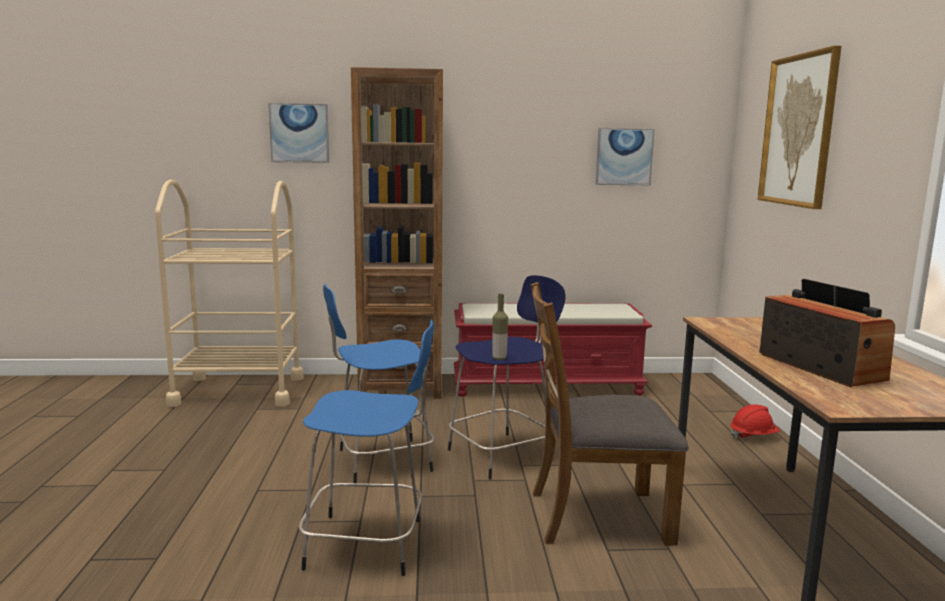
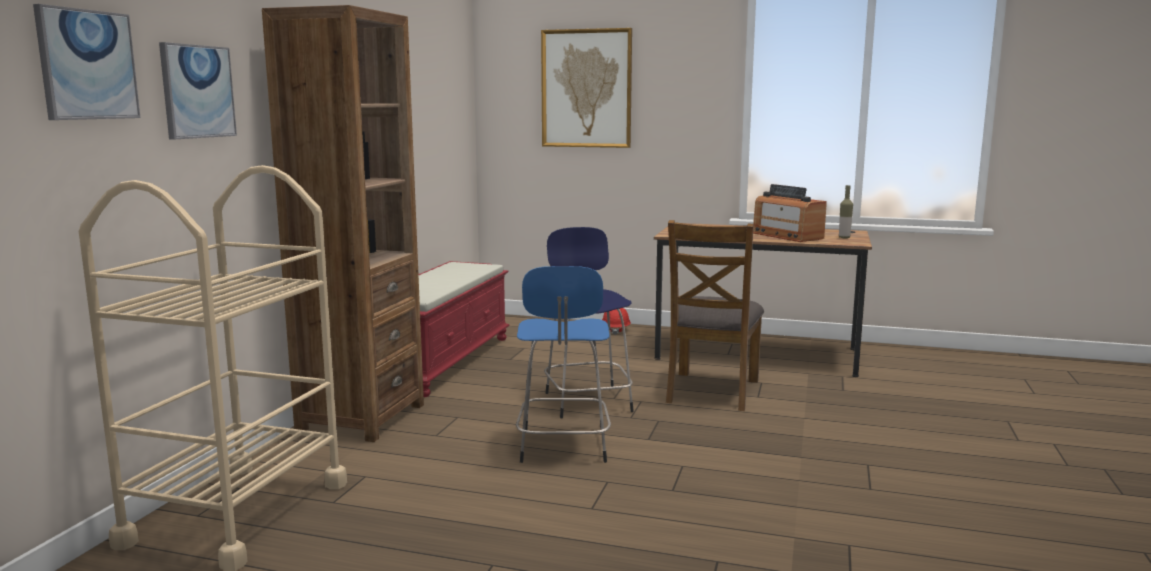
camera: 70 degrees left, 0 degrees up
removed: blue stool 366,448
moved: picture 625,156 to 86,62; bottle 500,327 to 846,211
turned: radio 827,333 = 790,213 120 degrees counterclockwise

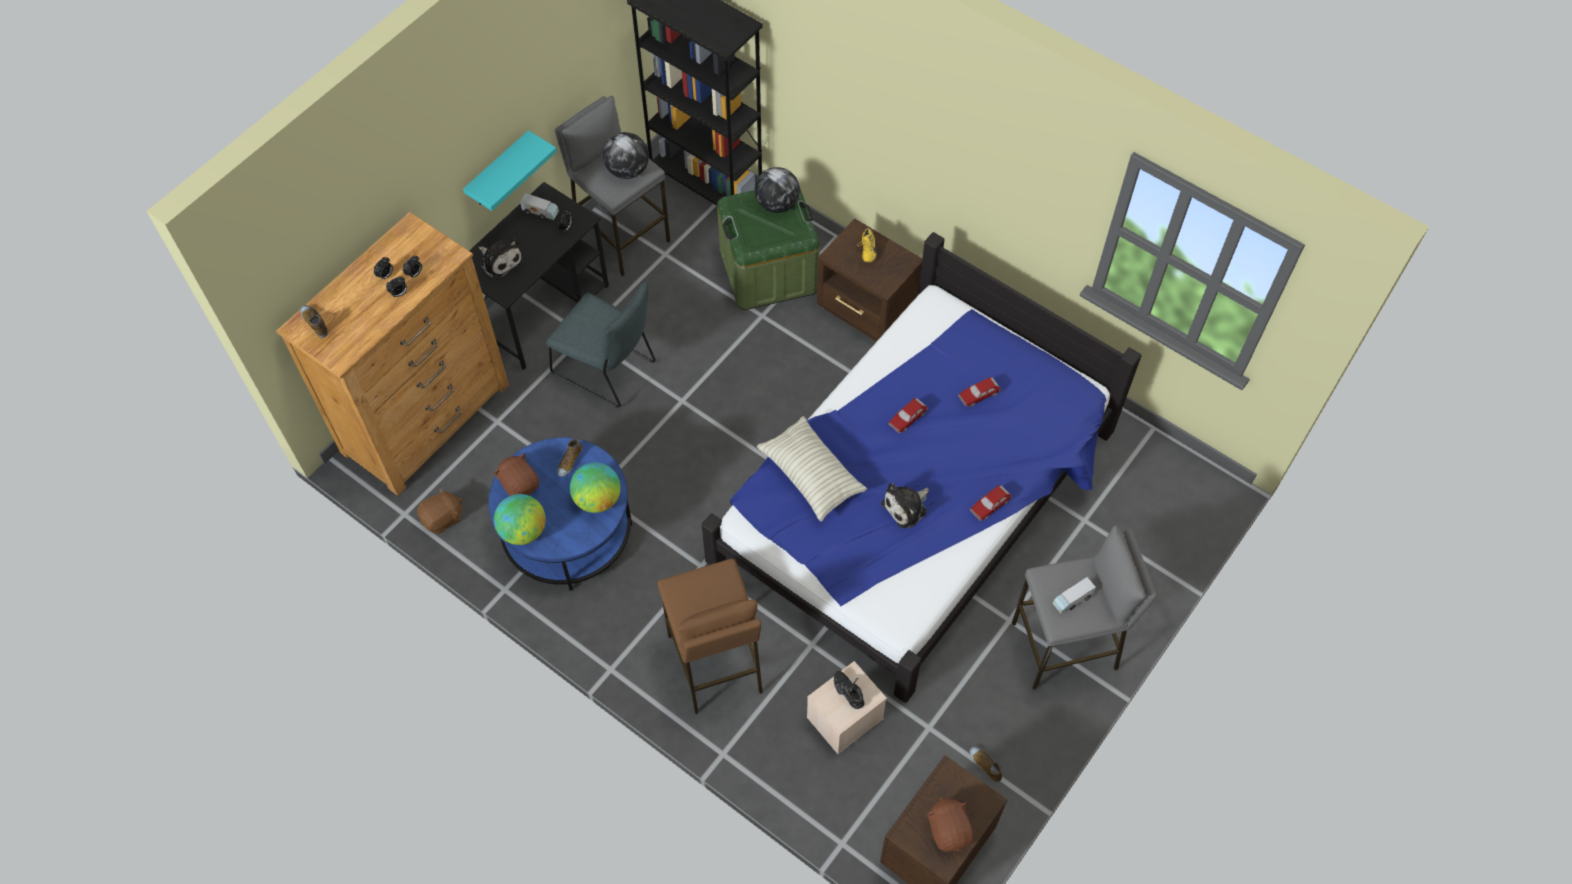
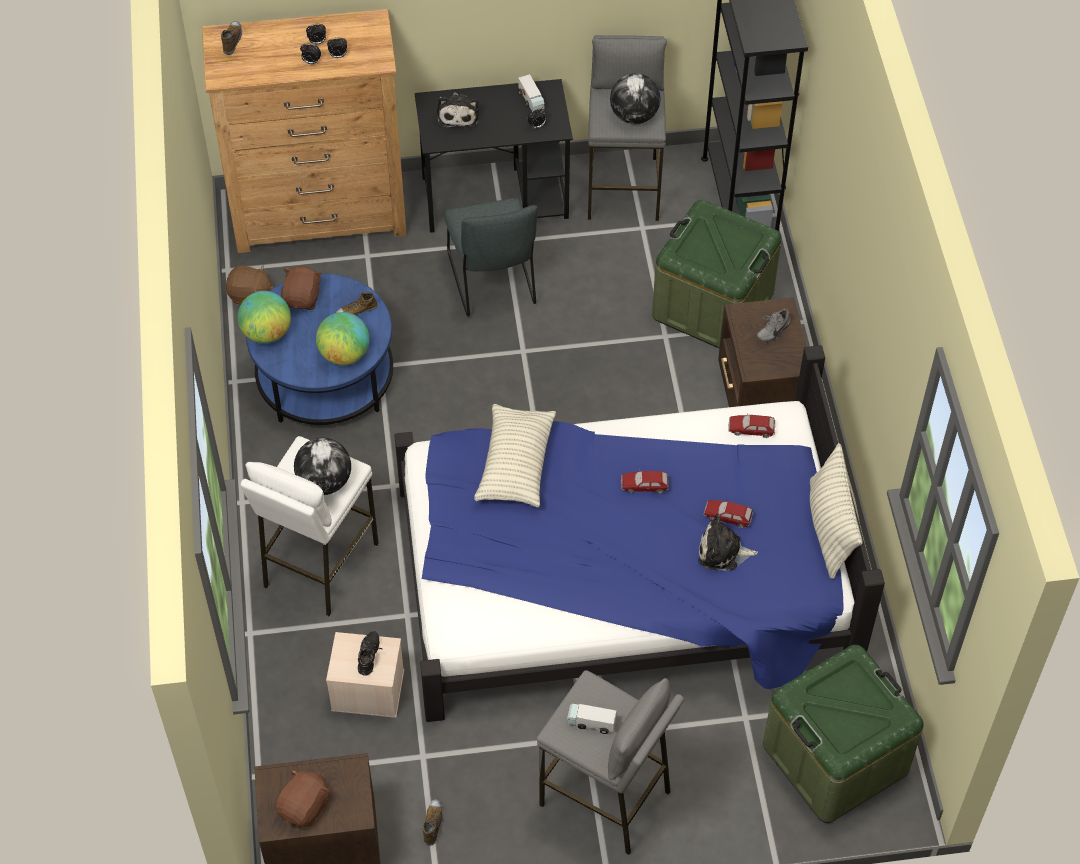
camera: 45 degrees right, 5 degrees down
removed: turquoise shelf 510,170
added: green storage box 843,734; pillow 836,511
moved: globe 777,190 to 322,466; plush toy 905,505 to 728,542; toy car 991,503 to 752,425
recoloured: brown stool 710,636 to white stool 310,526; yellow shoe 867,245 to grey shoe 774,325

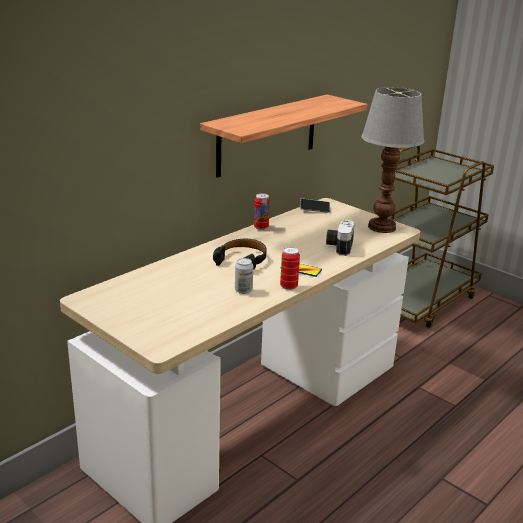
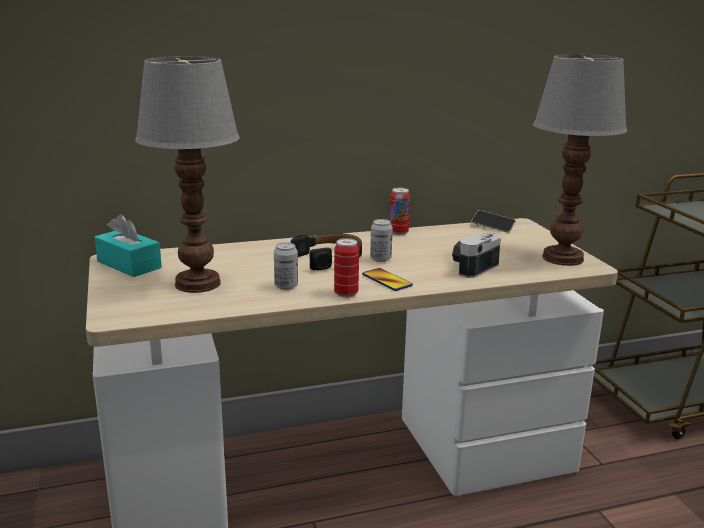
camera: 30 degrees right, 5 degrees down
removed: shelf 284,136
added: turquoise tissue box 128,245; table lamp 187,174; can 381,240

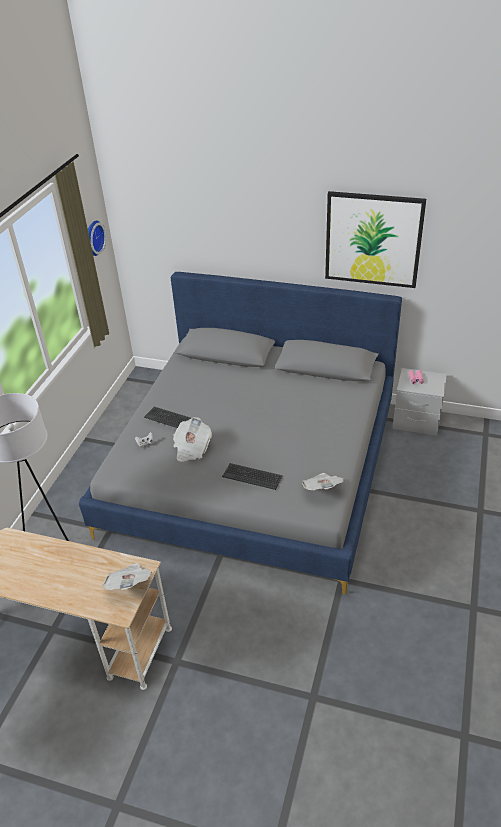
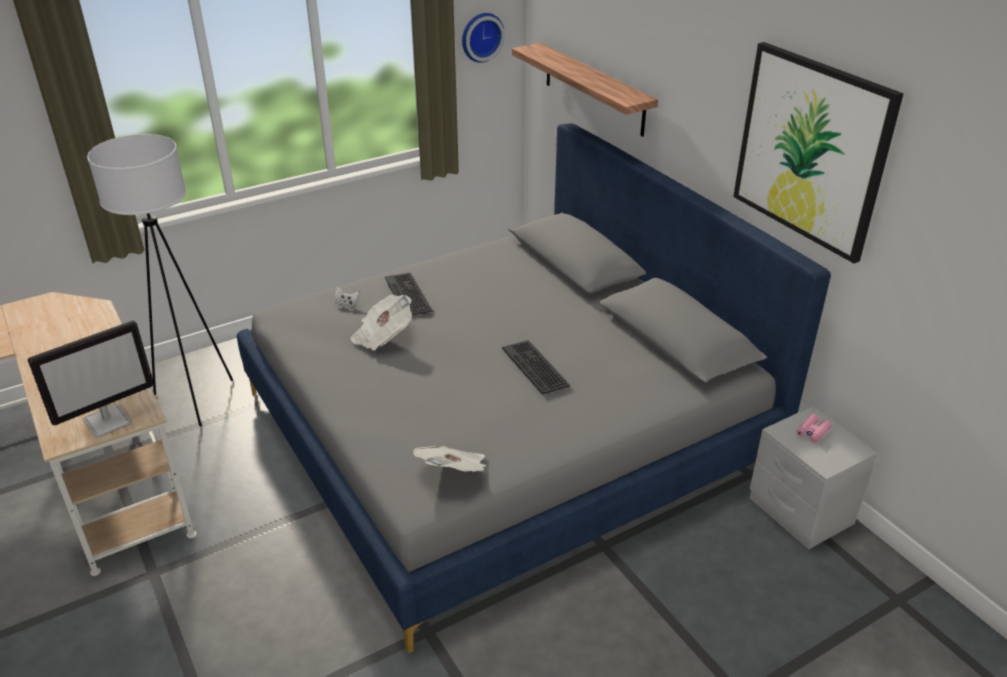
camera: 40 degrees right, 5 degrees down
added: shelf 585,90
moved: keyboard 252,476 to 536,367
replaced: newspaper 127,576 to monitor 91,378

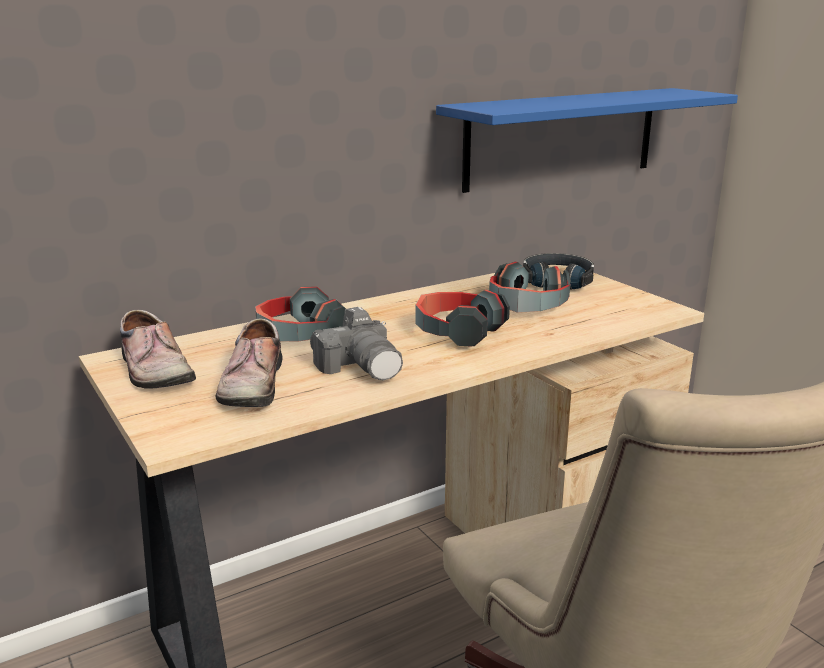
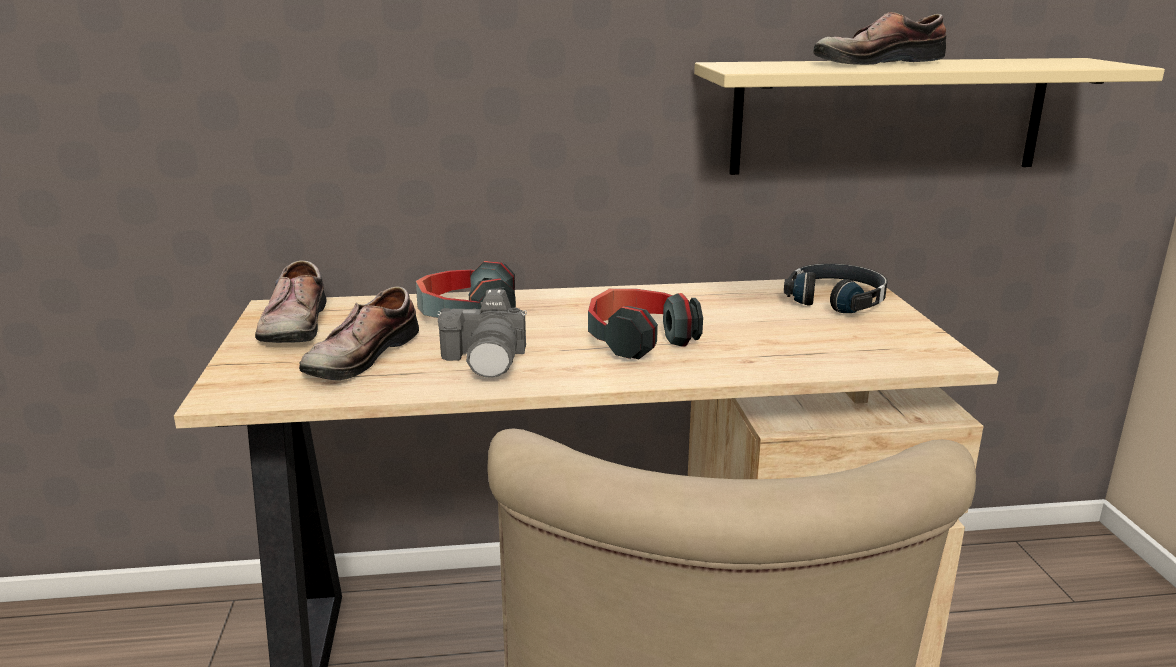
camera: 25 degrees right, 0 degrees up
removed: headphones 529,287
added: shoe 879,38
recoloured: blue shelf 587,140 to beige shelf 929,116

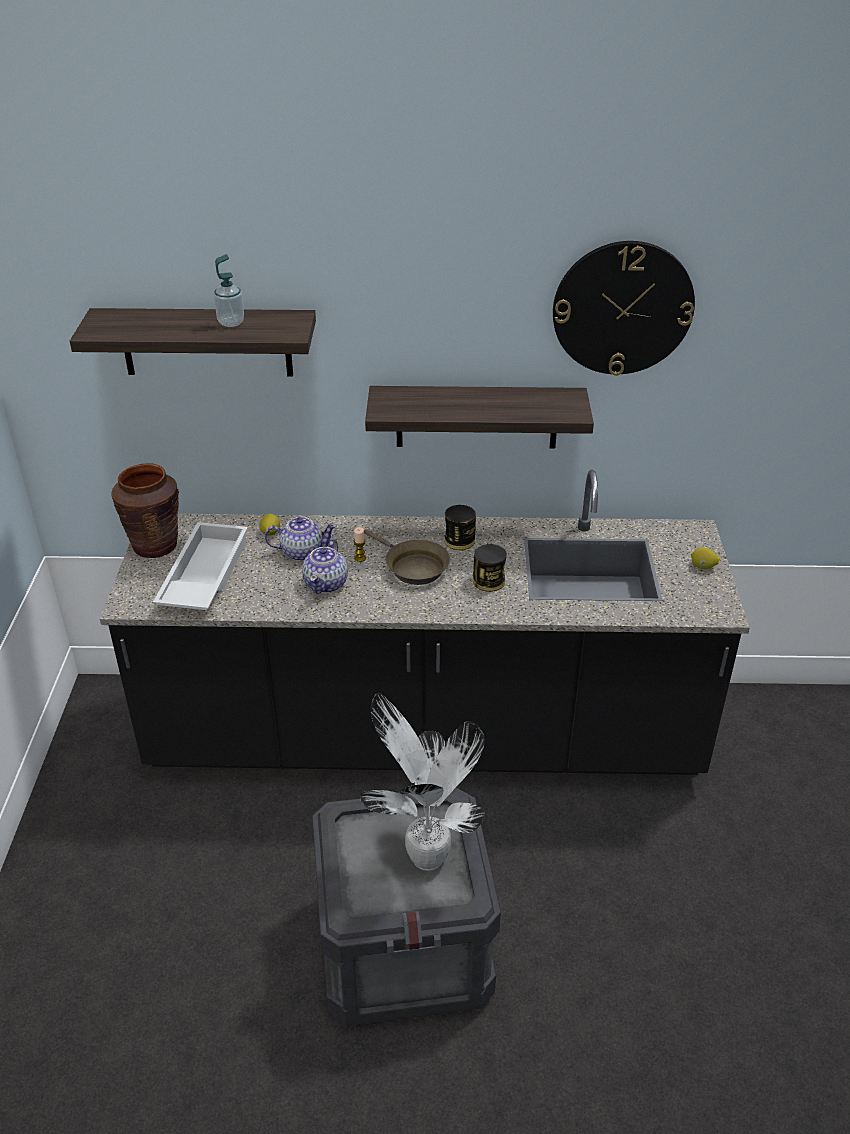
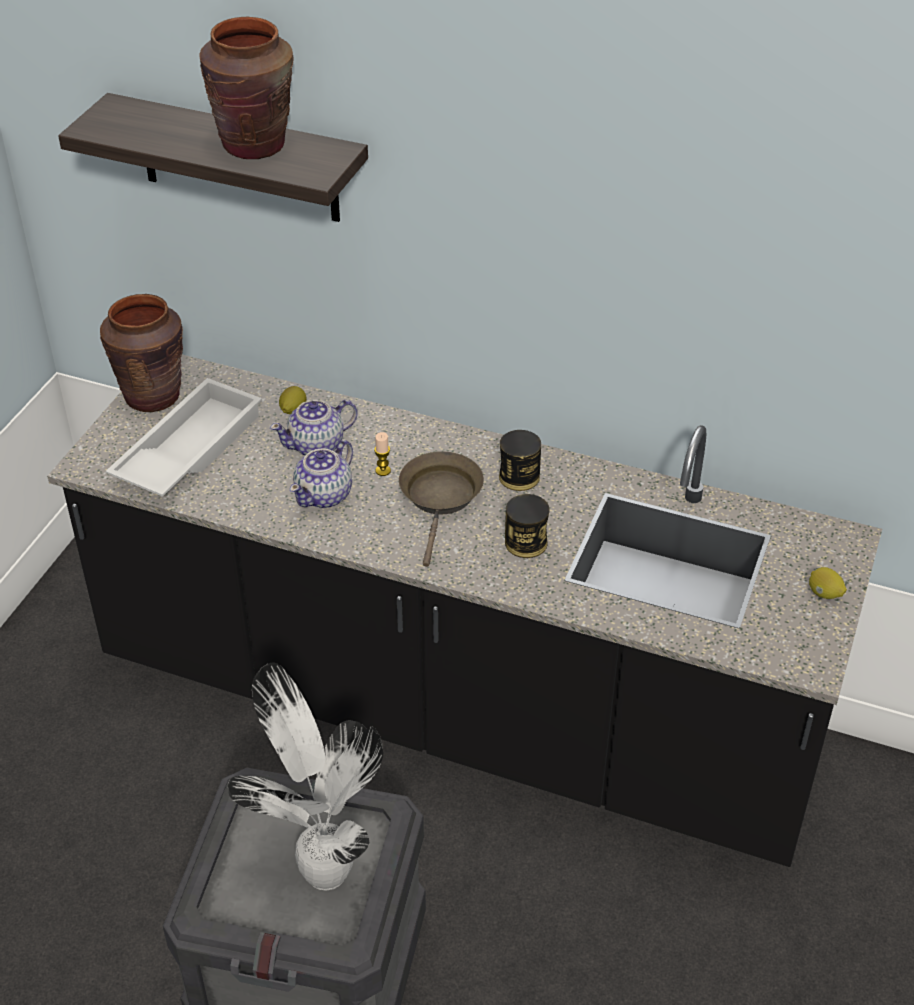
camera: 20 degrees right, 5 degrees up
removed: shelf 479,417; wall clock 624,308
replaced: soap dispenser 229,290 to brown vase 246,88
turned: teapot 300,539 = 314,428 135 degrees clockwise; brown frying pan 407,557 = 441,509 150 degrees counterclockwise

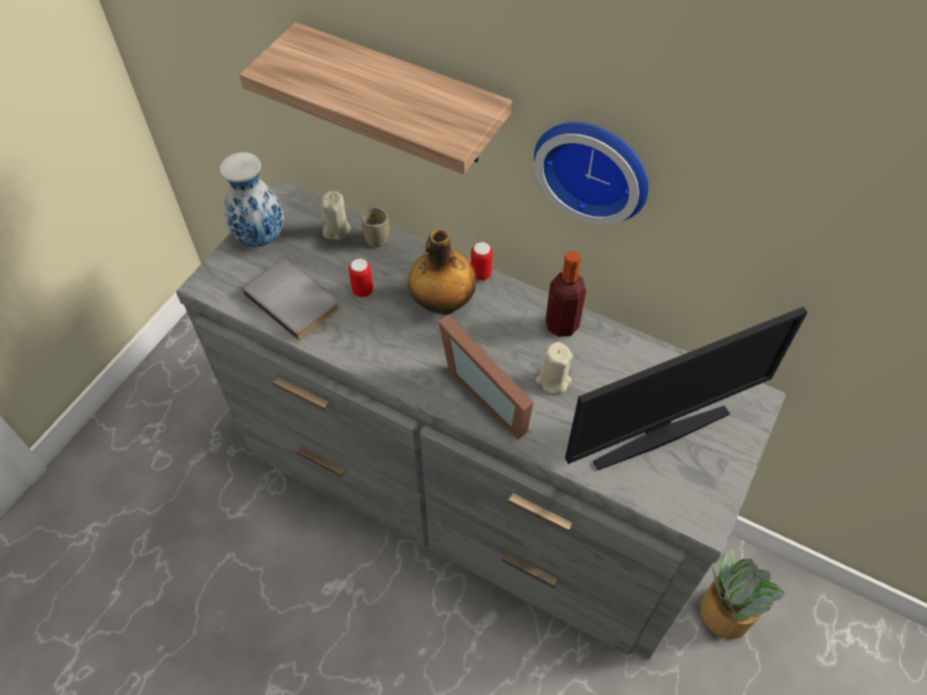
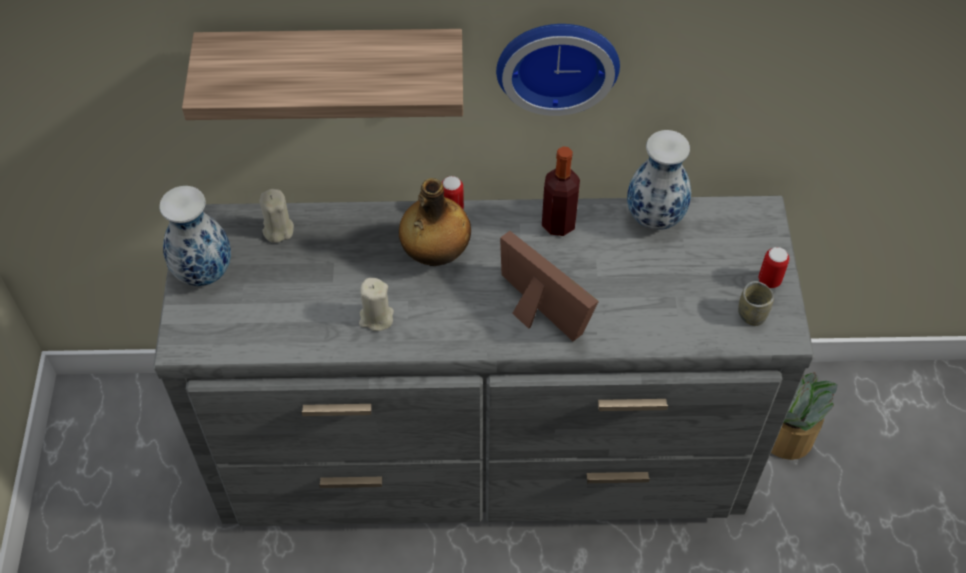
camera: 30 degrees left, 0 degrees up
removed: grey book 291,300; monitor 686,388
added: vase 659,180
moved: beige candle 554,368 to 376,304; cup 376,227 to 756,303; can 361,277 to 773,267
turned: picture frame 486,377 = 549,286 150 degrees counterclockwise

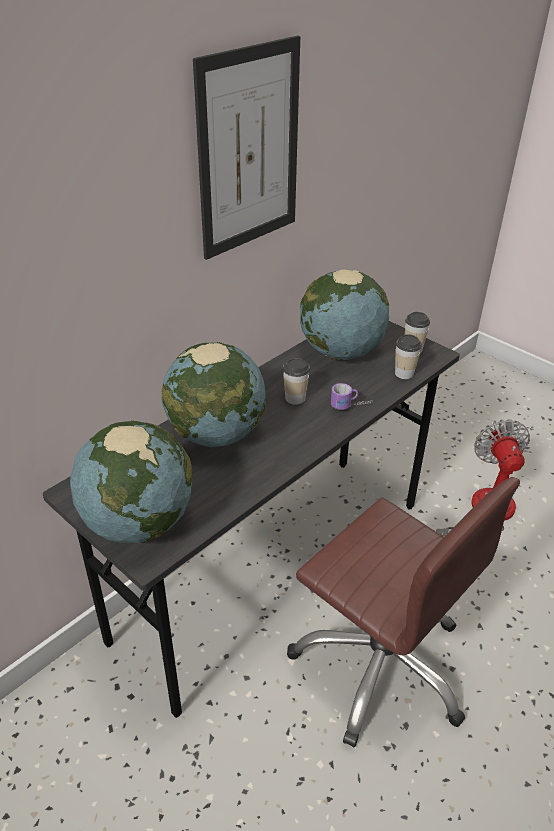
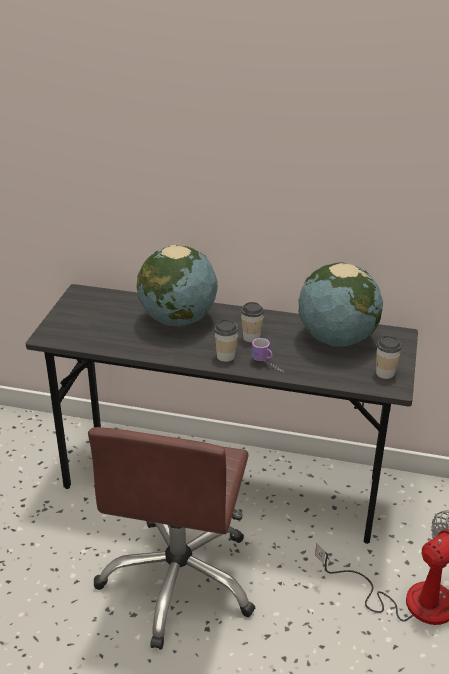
camera: 60 degrees right, 5 degrees down
removed: globe 131,482; picture 246,148
moved: cup 408,356 to 226,340

